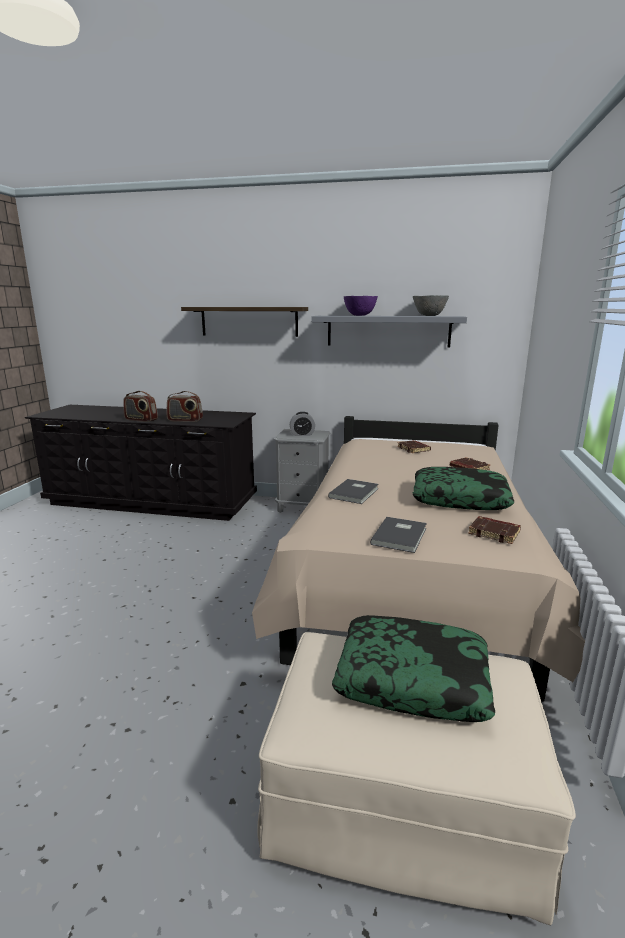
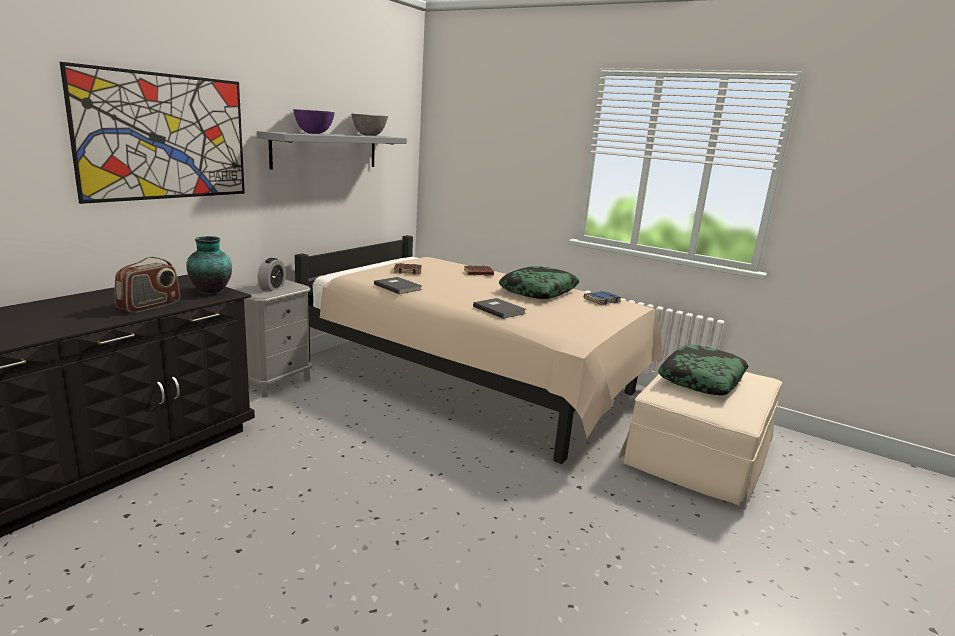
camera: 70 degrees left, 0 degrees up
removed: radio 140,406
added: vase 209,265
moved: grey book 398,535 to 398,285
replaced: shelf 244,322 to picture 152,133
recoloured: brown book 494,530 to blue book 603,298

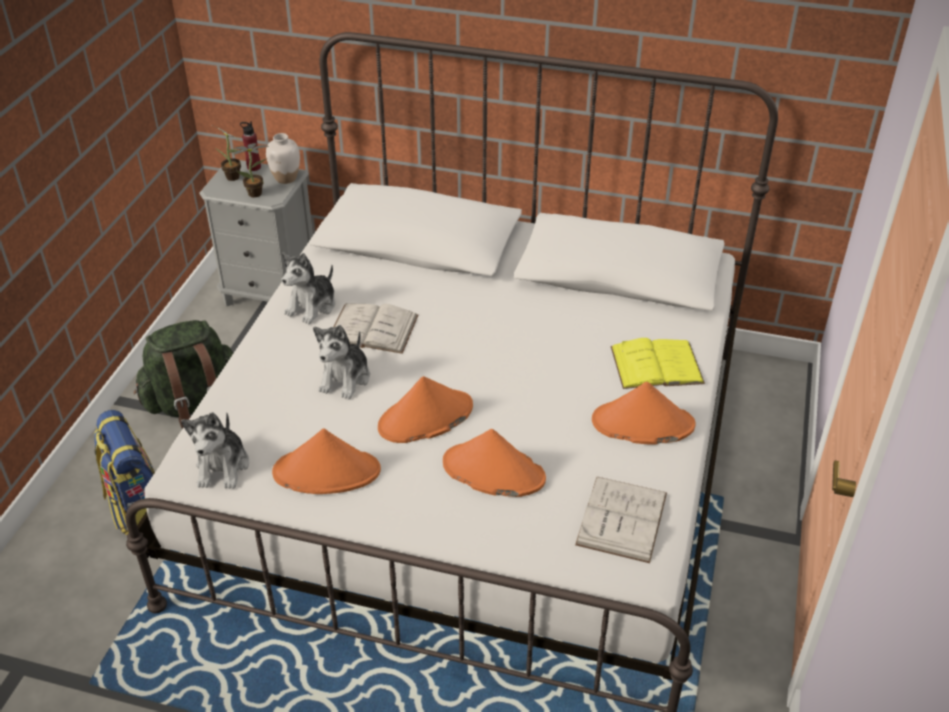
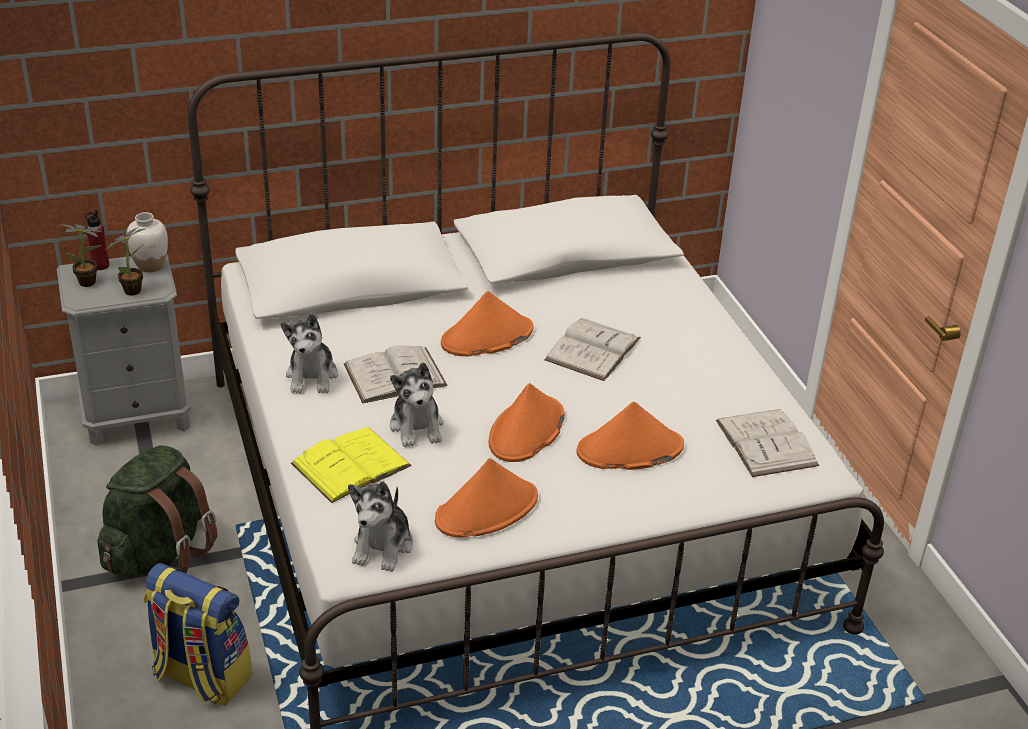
camera: 35 degrees left, 5 degrees down
added: white book 592,349
moved: yellow book 658,363 to 351,465; orange hat 644,413 to 487,324
turned: plush toy 215,450 = 380,526 45 degrees clockwise

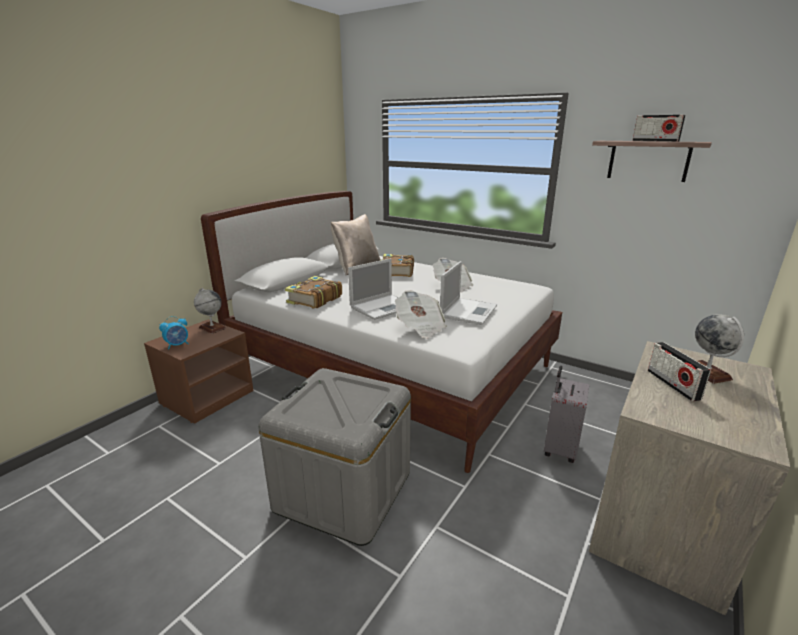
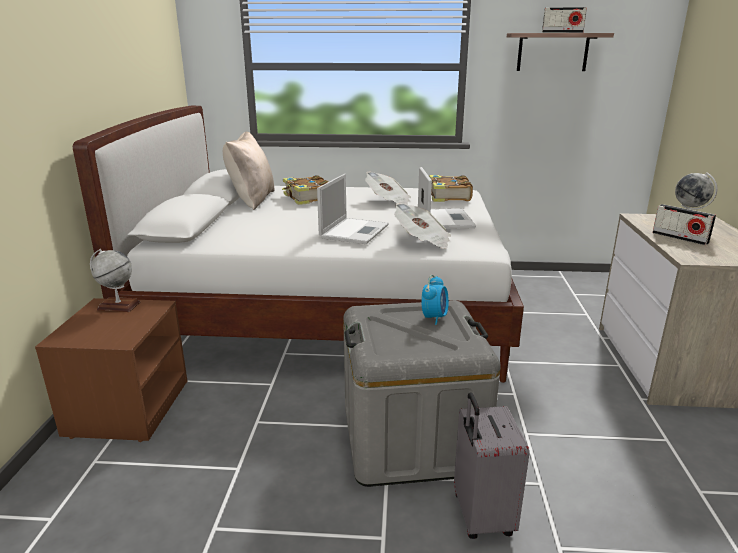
camera: 30 degrees left, 0 degrees up
moved: alarm clock 174,332 to 435,300; book 313,292 to 451,188; grey suitcase 566,414 to 491,465

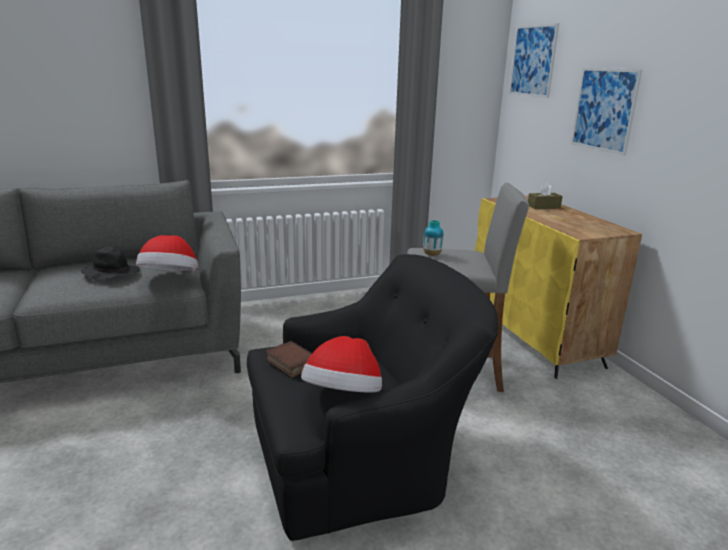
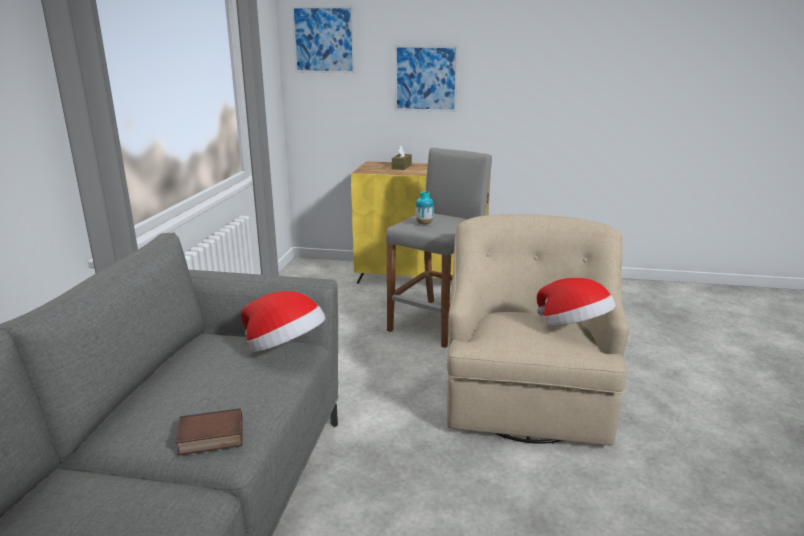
camera: 60 degrees left, 0 degrees up
removed: black hat 110,264
moved: book 289,359 to 209,431
recoloured: black armchair 373,397 to beige armchair 538,329

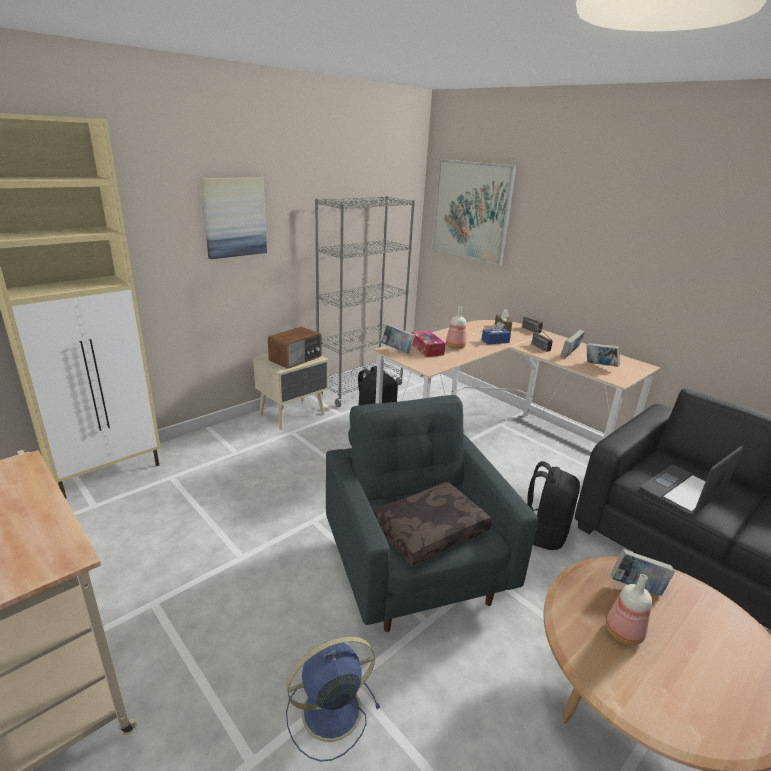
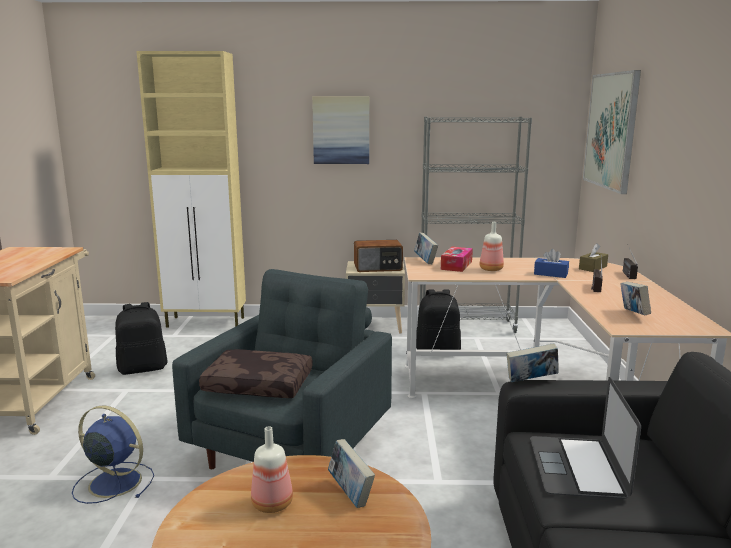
camera: 45 degrees right, 10 degrees down
moved: black backpack 553,505 to 141,338; book 573,343 to 532,362
turned: laptop 692,480 = 585,438 90 degrees counterclockwise

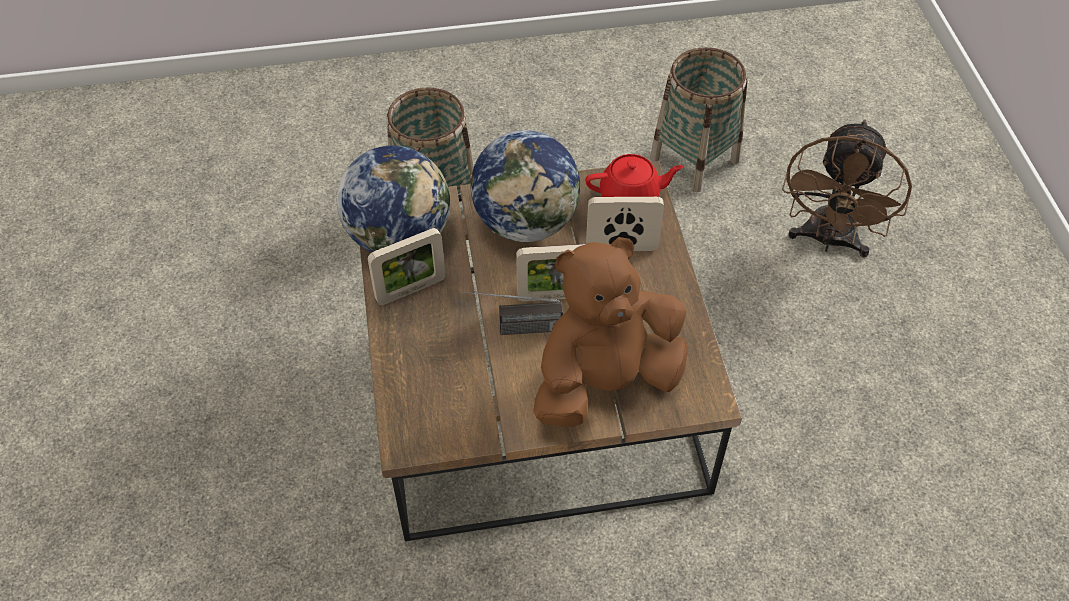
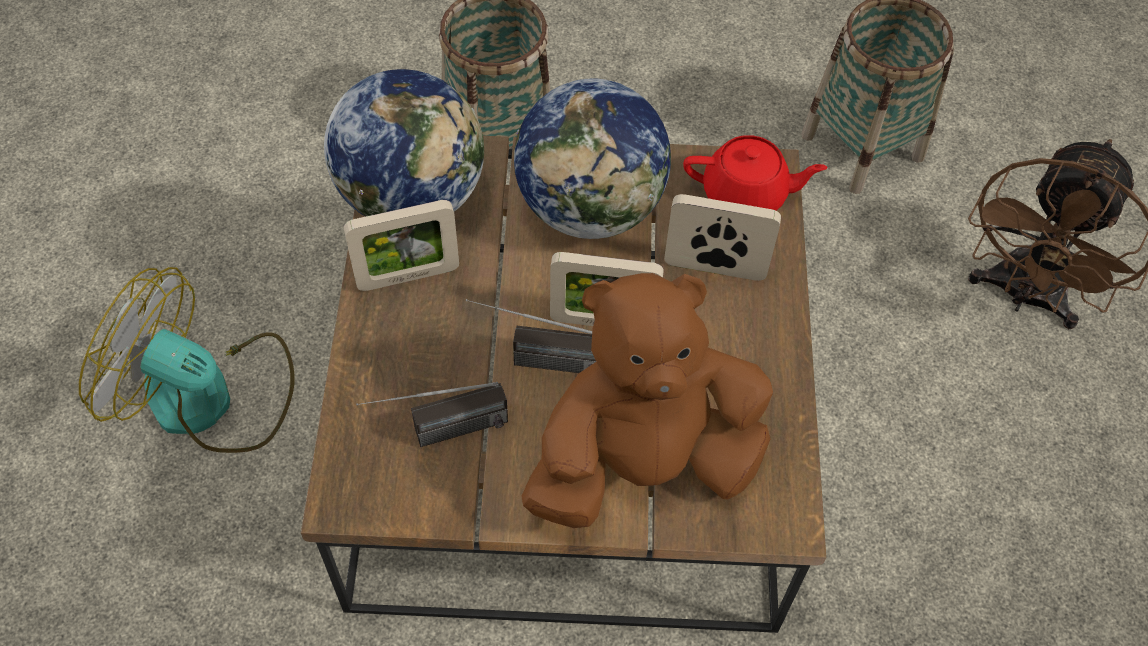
camera: 10 degrees right, 5 degrees up
added: fan 187,360; radio 432,414

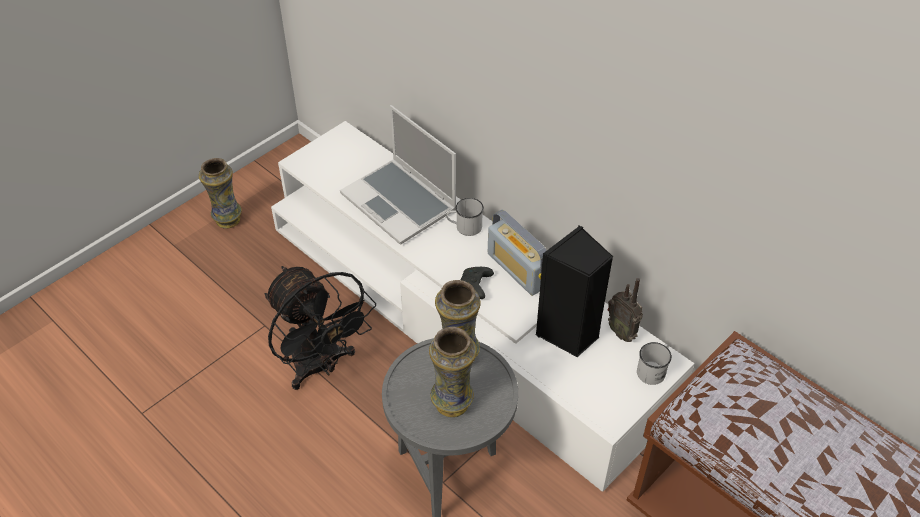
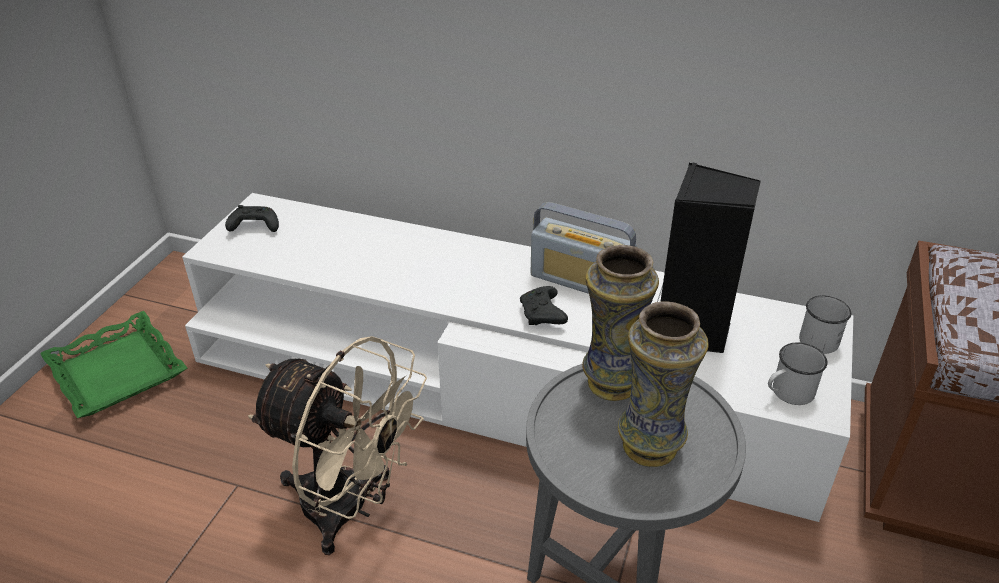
camera: 25 degrees left, 10 degrees down
removed: laptop 398,175; radio 625,310
added: black game controller 252,218
moved: white mug 465,217 to 798,374
replaced: vase 220,193 to green tray 113,364
recoloured: black fan 320,328 to beige fan 337,445

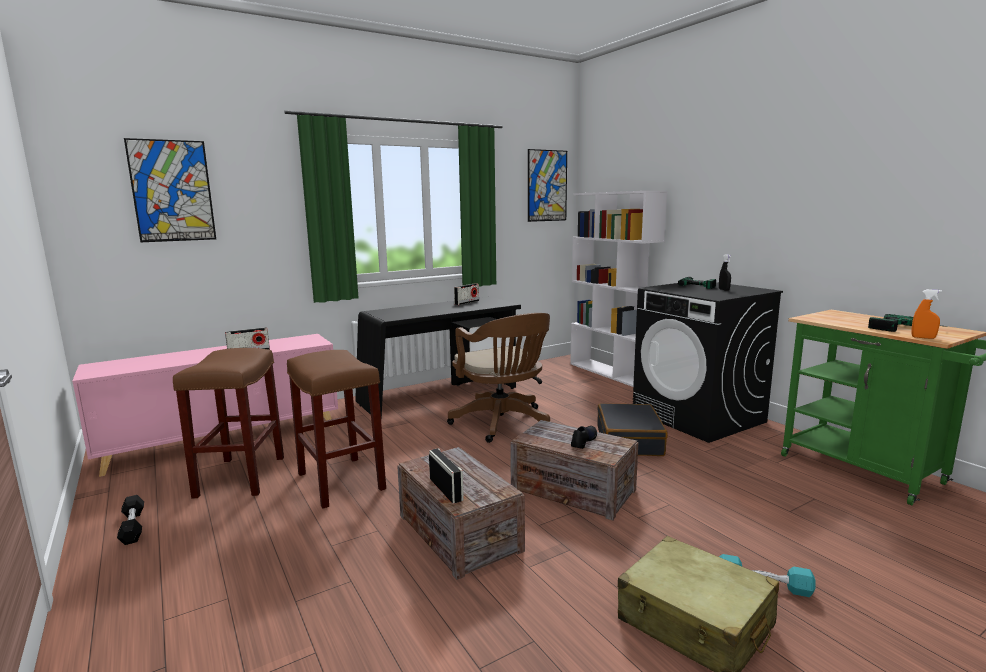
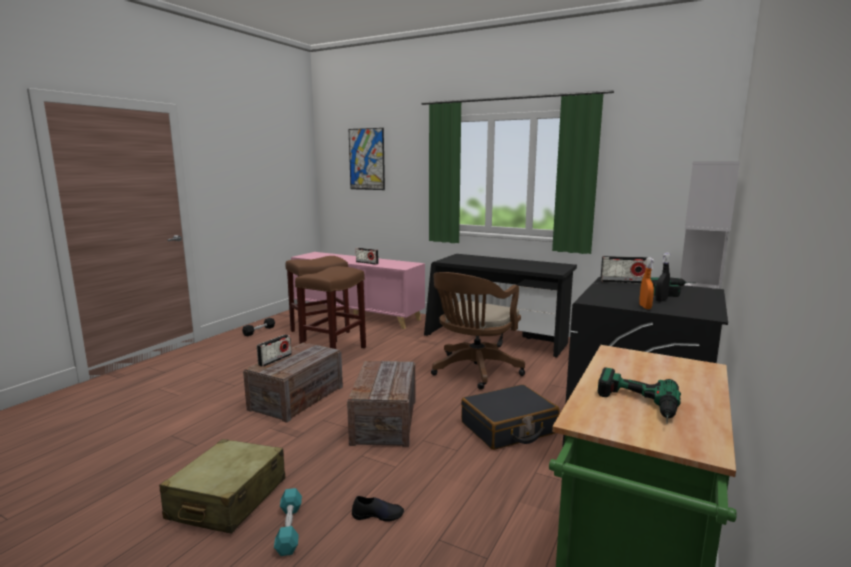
camera: 60 degrees right, 0 degrees up
removed: picture 547,185
moved: black shoe 584,437 to 378,509; radio 466,294 to 624,270; orange spray bottle 927,314 to 647,283

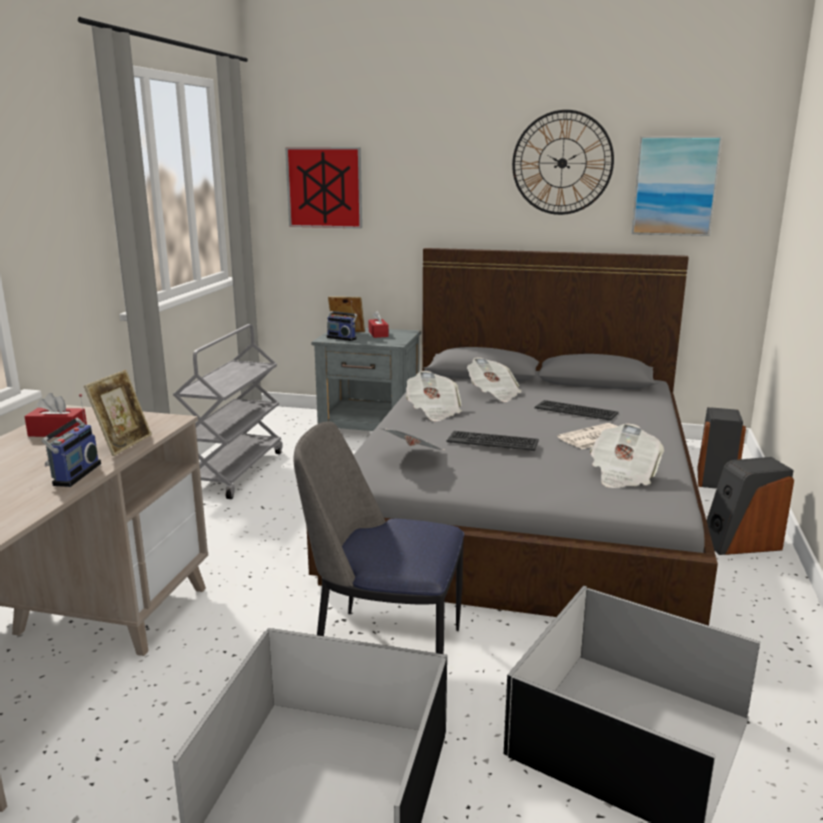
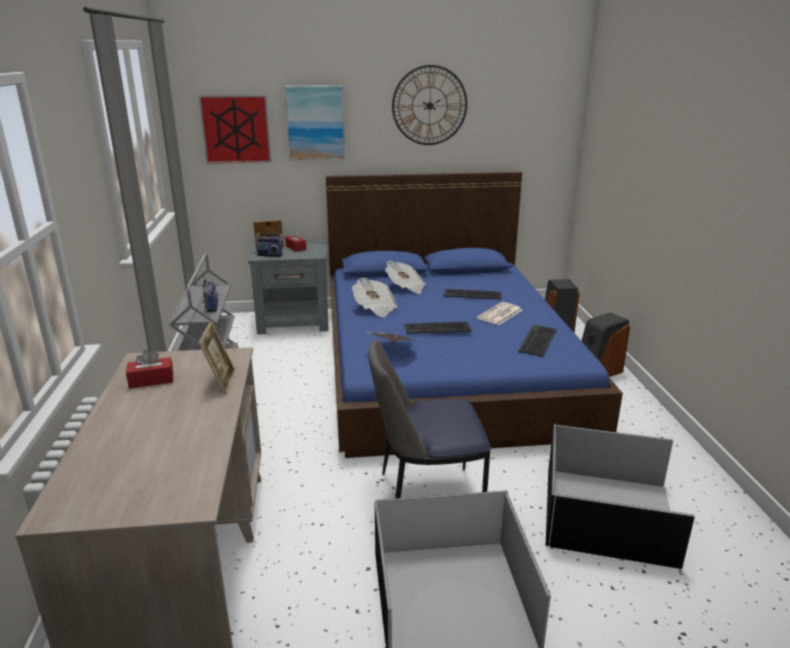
camera: 20 degrees left, 5 degrees up
moved: radio 71,440 to 210,289; picture 677,186 to 314,122
replaced: newspaper 627,455 to keyboard 537,341
recoloured: grey bed 512,437 to blue bed 474,314

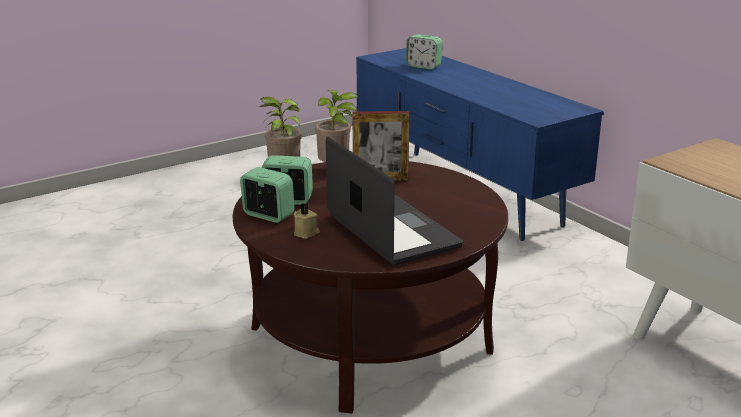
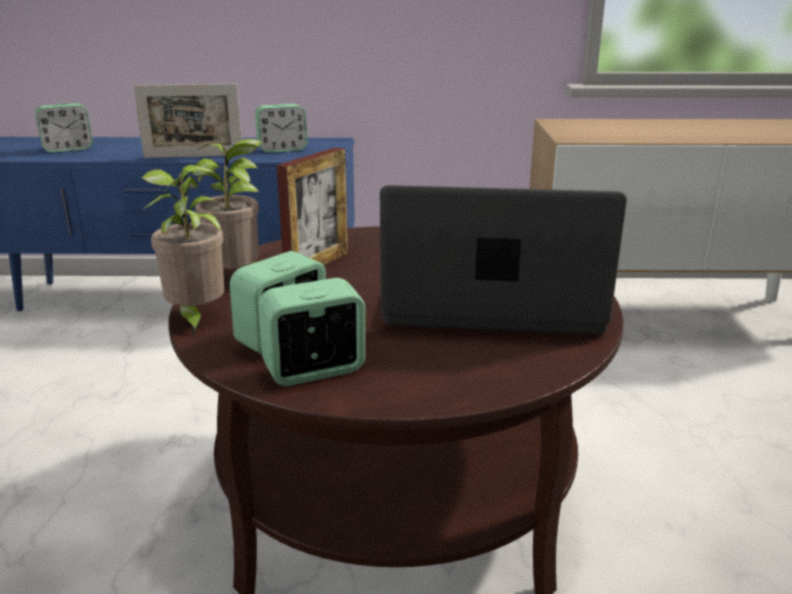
camera: 55 degrees left, 0 degrees up
removed: beige candle 307,221
added: picture frame 188,121; alarm clock 281,128

